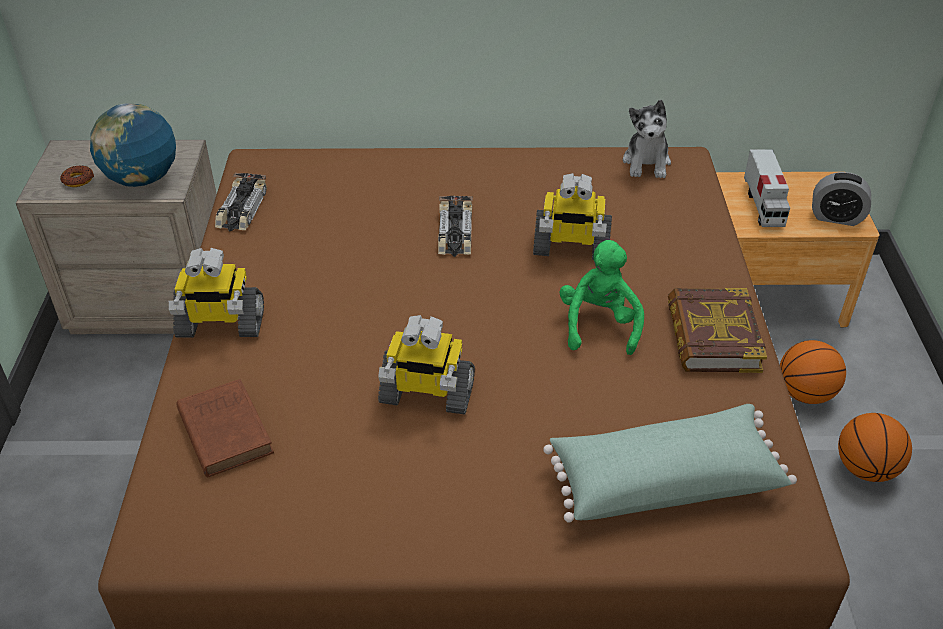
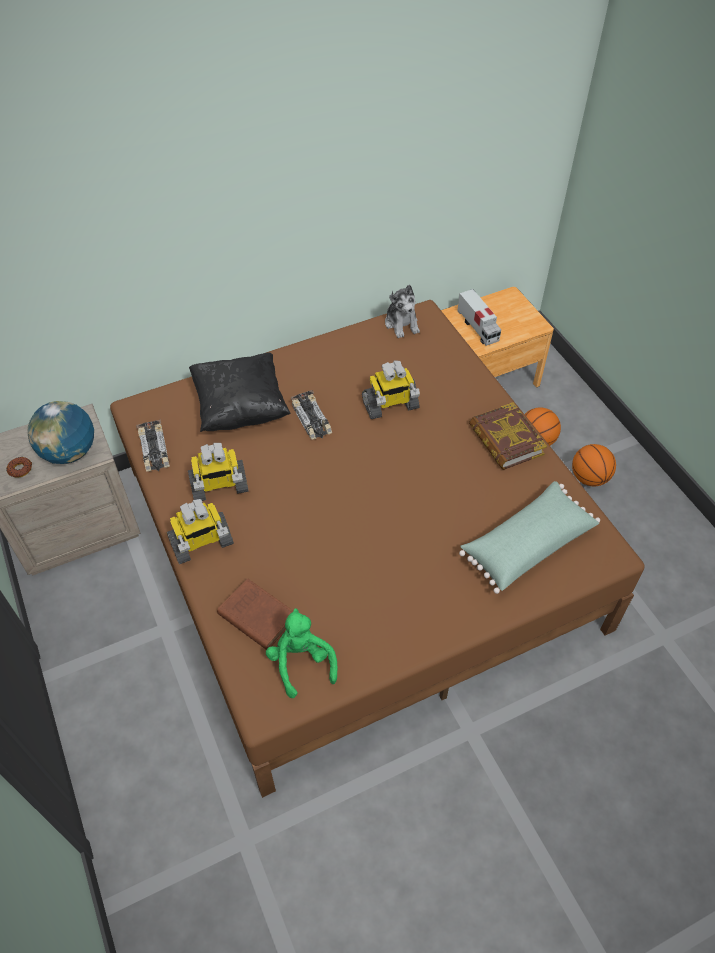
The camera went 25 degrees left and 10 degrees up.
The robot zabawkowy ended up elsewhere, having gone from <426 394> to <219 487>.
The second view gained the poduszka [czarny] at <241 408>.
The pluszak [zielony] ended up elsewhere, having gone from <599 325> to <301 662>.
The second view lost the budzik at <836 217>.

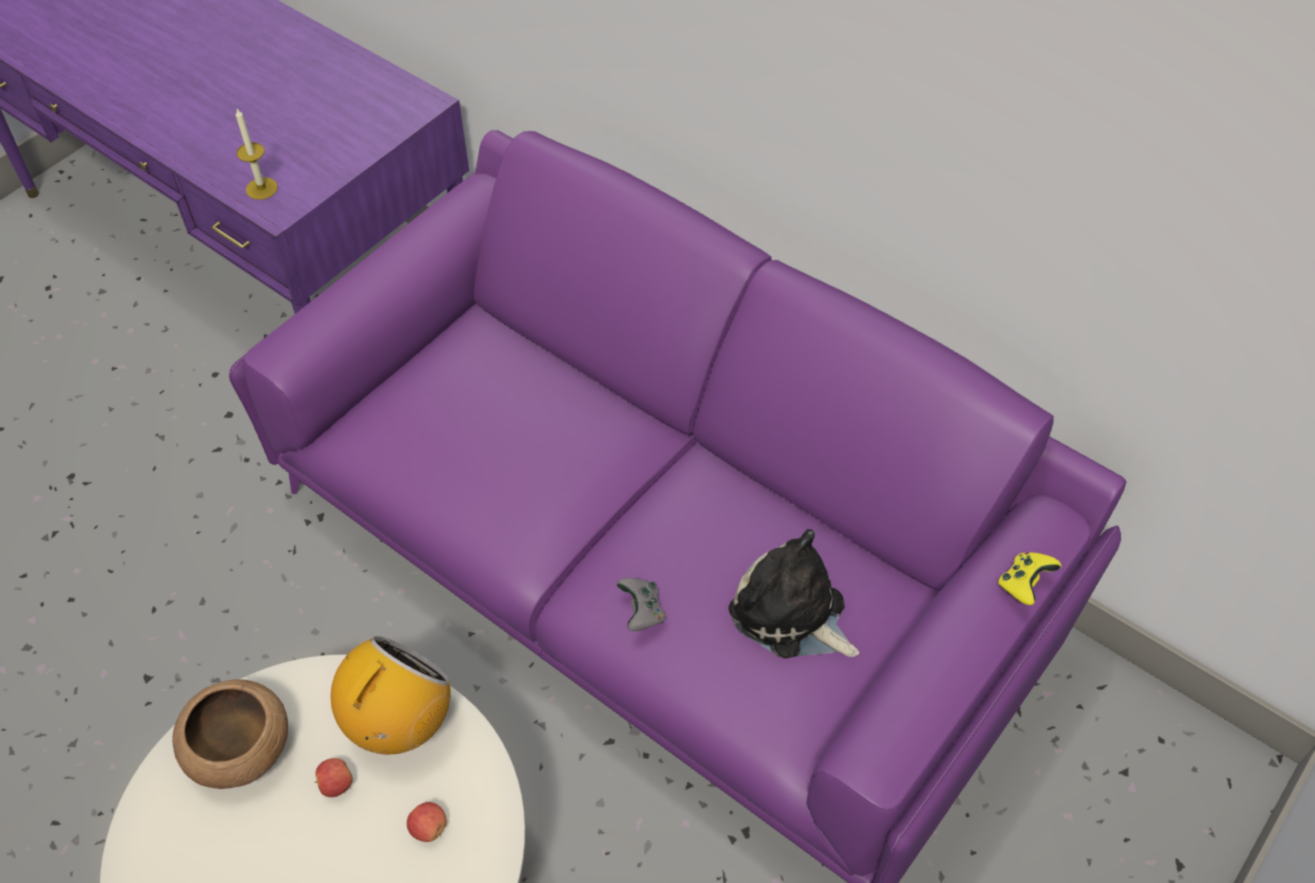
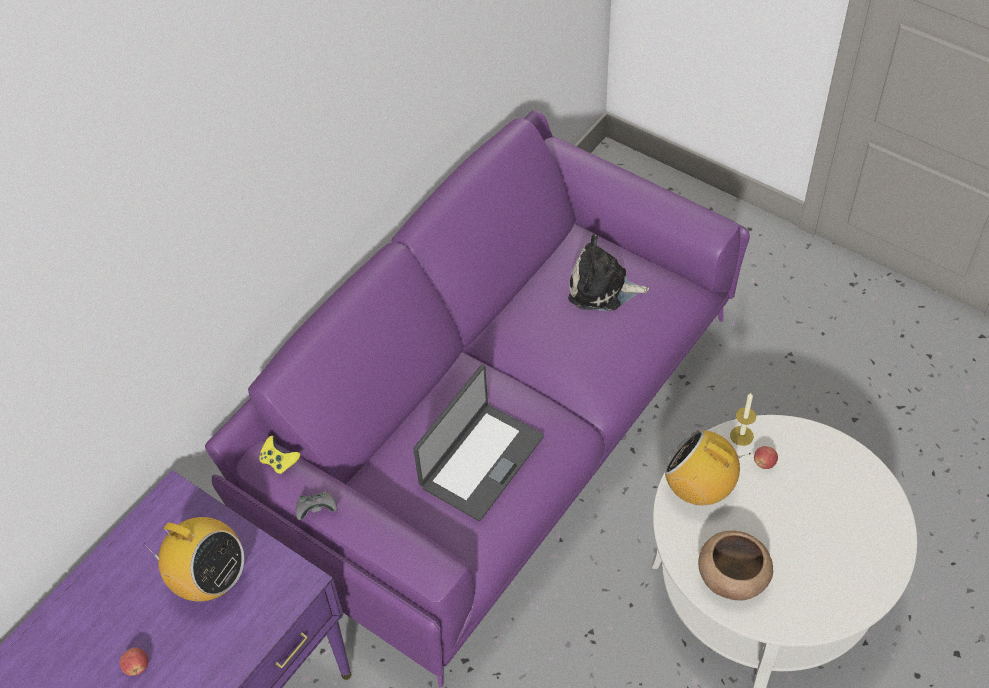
The camera went 90 degrees left and 0 degrees up.
The jabłko ended up elsewhere, having gone from <336 784> to <137 667>.
The second view gained the radio at <209 579>.
The pad do gier [żółty] ended up elsewhere, having gone from <1024 584> to <279 461>.
The pad do gier [szary] ended up elsewhere, having gone from <641 612> to <317 510>.
The second view gained the laptop at <480 461>.
The pluszak at <791 614> ended up facing another way, 60 degrees clockwise from before.
The świeca ended up elsewhere, having gone from <261 188> to <741 435>.

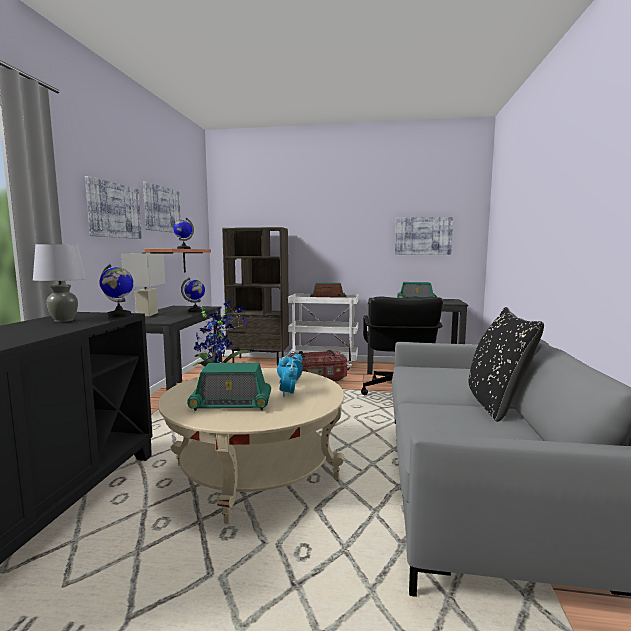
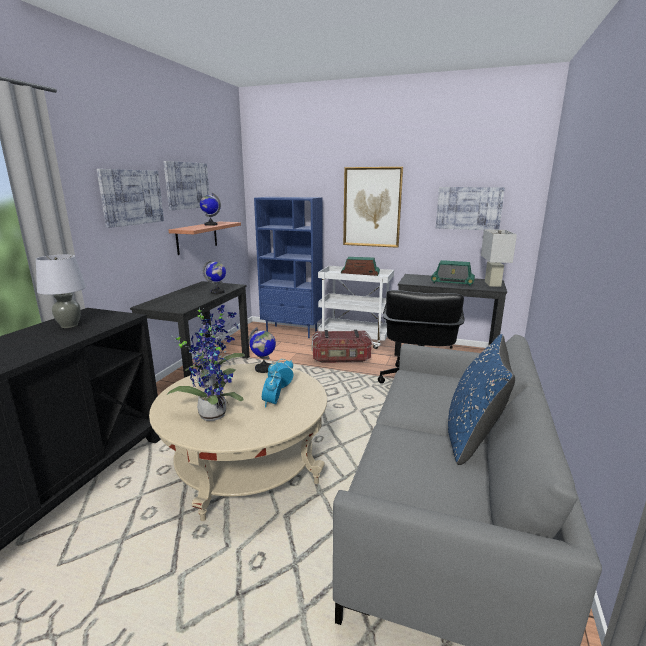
The camera went 10 degrees right and 10 degrees up.
Where the radio stood at <231 404>, the roślina doniczkowa came to stand at <213 413>.
The globus ended up elsewhere, having gone from <119 315> to <264 369>.
What was the regał [brązowy] at <259 361> turned into the regał [niebieski] at <292 331>.
The second view gained the obraz at <372 207>.
What was the poduszka [czarny] at <496 403> turned into the poduszka [niebieski] at <472 437>.
The lampa stołowa [biały] ended up elsewhere, having gone from <147 314> to <492 284>.

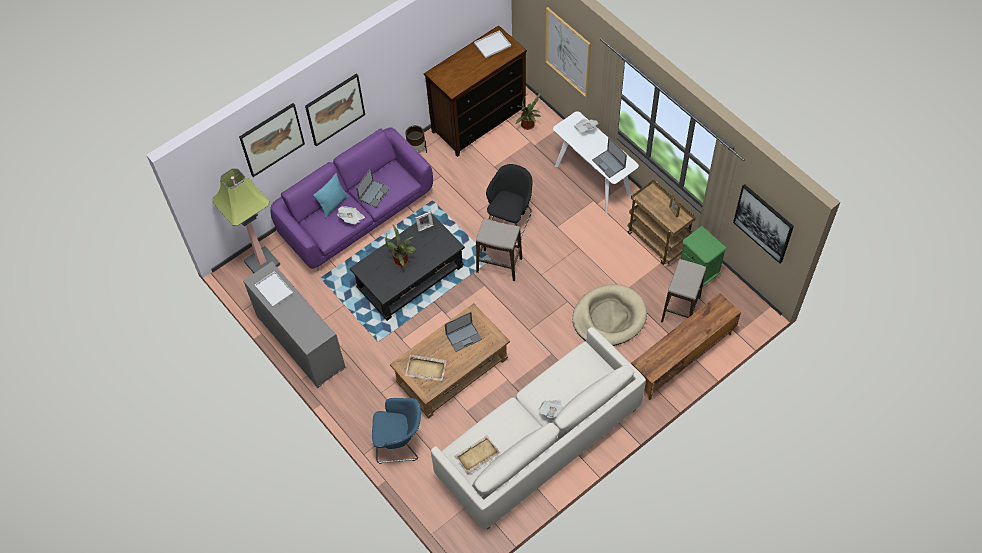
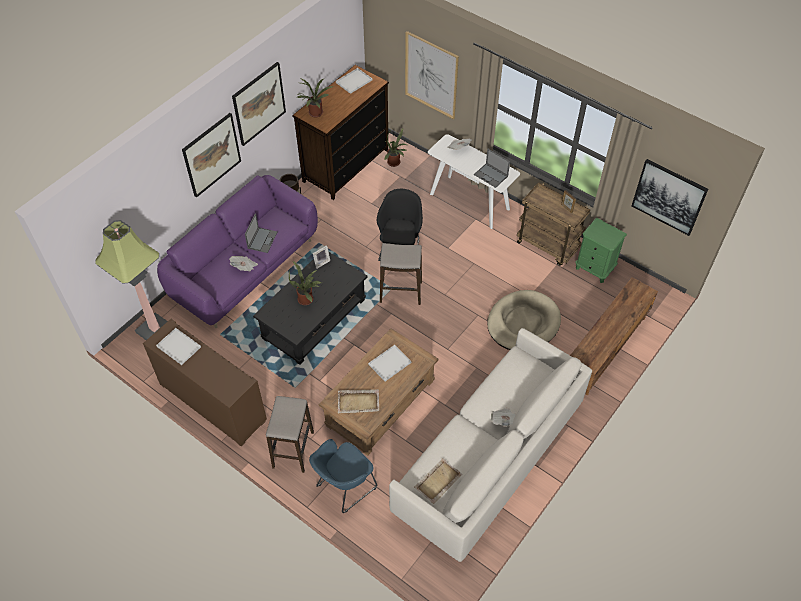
The camera went 15 degrees left and 5 degrees down.
What was the szafka [szary] at <300 342> turned into the szafka [brązowy] at <212 402>.
The obraz ended up elsewhere, having gone from <272 139> to <259 103>.
The stołek ended up elsewhere, having gone from <681 309> to <293 449>.
The second view gained the roślina doniczkowa at <315 114>.
The fotel [niebieski] at <400 443> ended up facing another way, 150 degrees clockwise from before.
Where the laptop stood at <464 336>, the taca [biały] came to stand at <390 362>.
The second view lost the poduszka [turkusowy] at <333 205>.

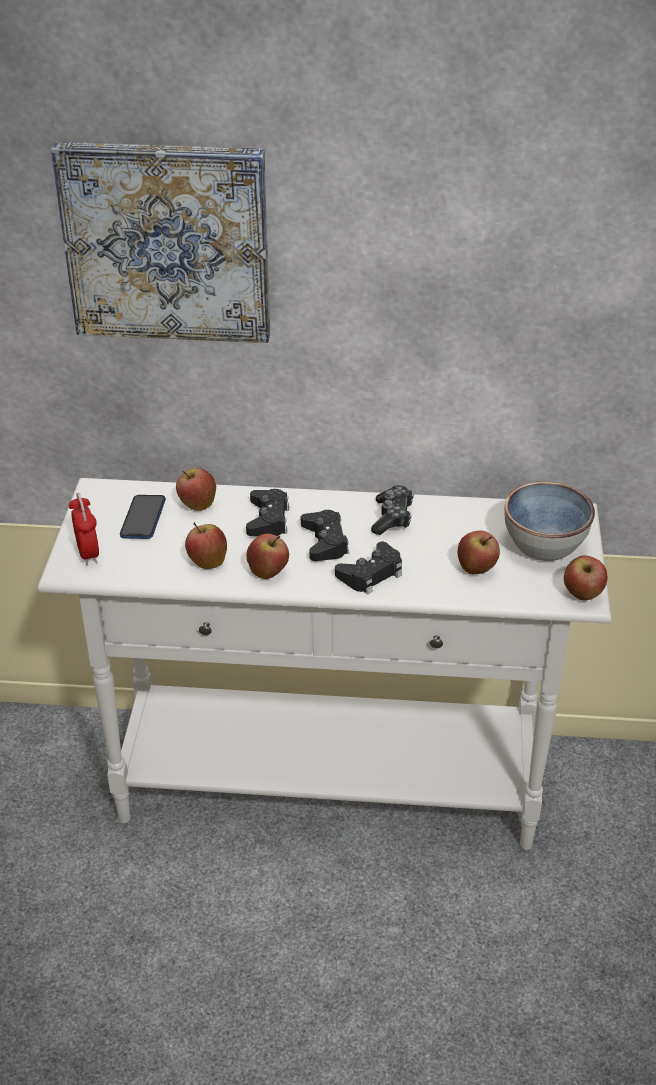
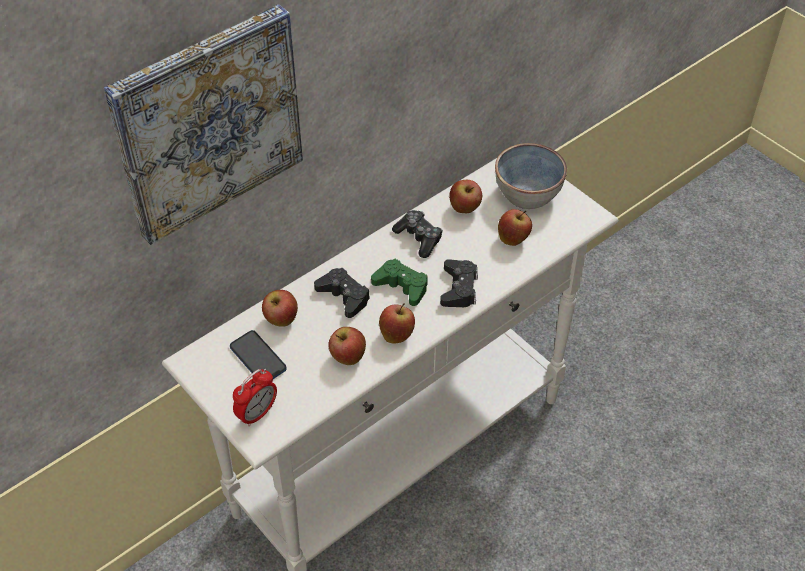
The camera went 45 degrees left and 10 degrees up.
The budzik at <88 553> ended up facing another way, 105 degrees clockwise from before.
What was the pad do gier [czarny] at <325 542> turned into the pad do gier [zielony] at <402 286>.
The jabłko ended up elsewhere, having gone from <582 595> to <465 209>.

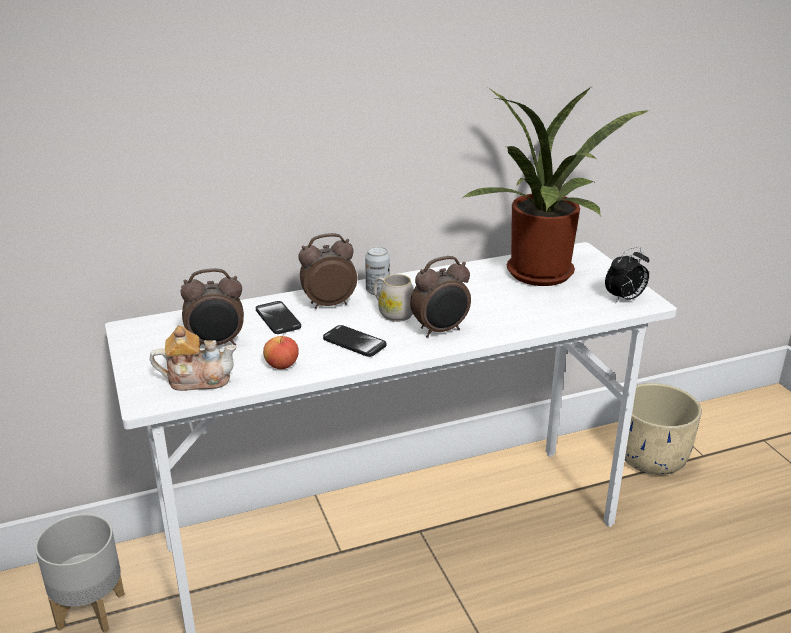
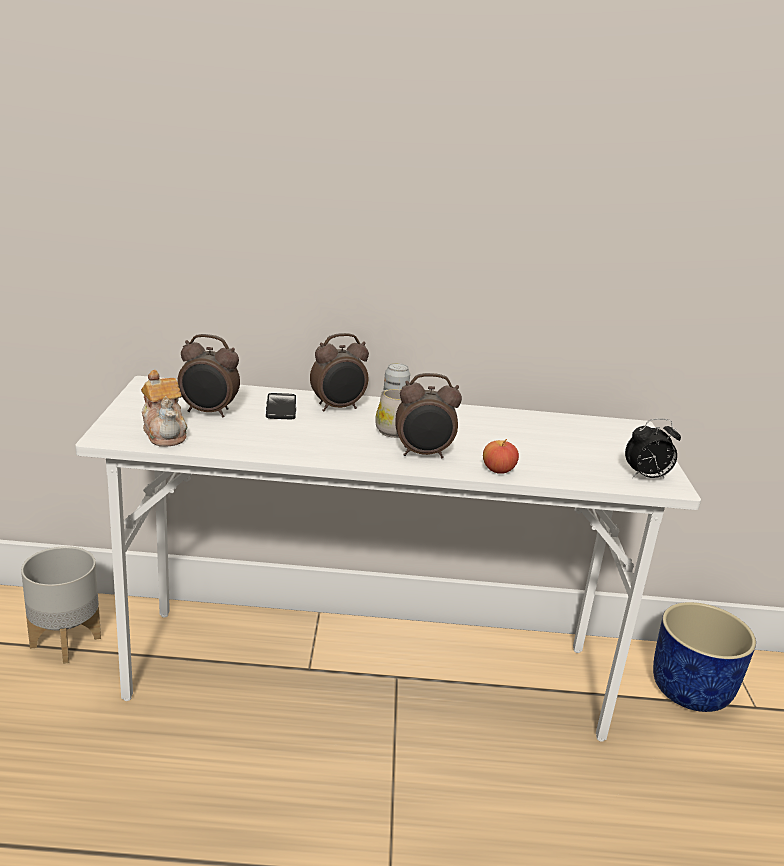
The camera went 20 degrees right and 5 degrees down.
The imbryk at <197 379> ended up facing another way, 45 degrees clockwise from before.
The budzik at <328 304> ended up facing another way, 150 degrees clockwise from before.
The jabłko ended up elsewhere, having gone from <282 365> to <498 470>.
What was the donica [beżowy] at <652 458> turned into the donica [niebieski] at <692 690>.
The second view lost the telefon at <354 342>.
The second view lost the roślina doniczkowa at <542 277>.

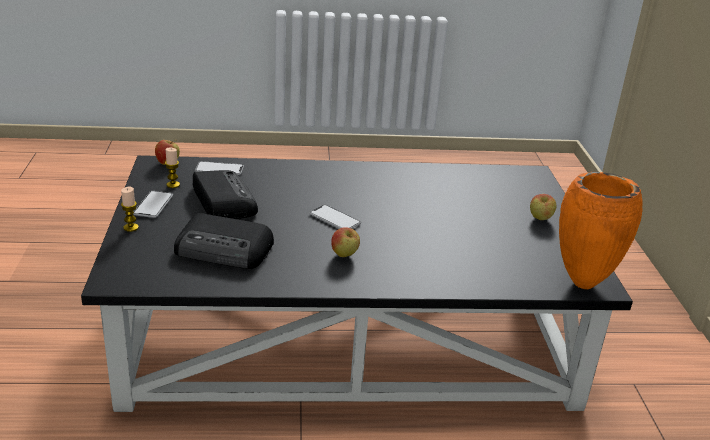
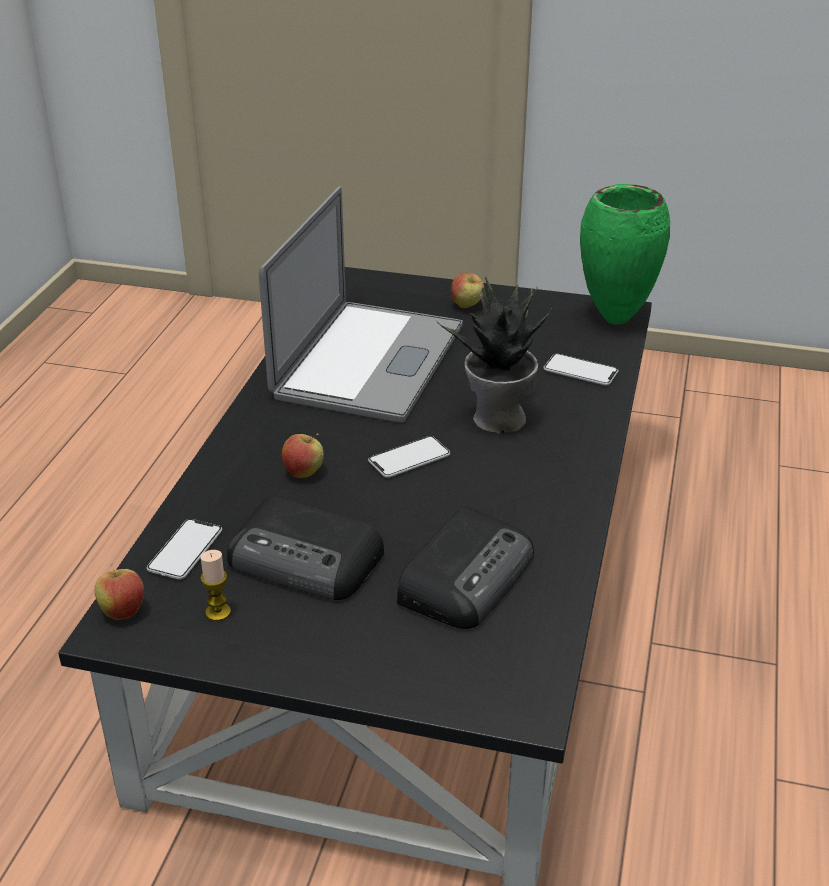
The camera went 70 degrees left and 5 degrees up.
The radio at <223 201> ended up facing another way, 150 degrees counterclockwise from before.
The second view gained the laptop at <369 361>.
The jabłko ended up elsewhere, having gone from <344 255> to <304 473>.
The second view gained the roślina doniczkowa at <497 419>.
The telefon ended up elsewhere, having gone from <153 205> to <580 371>.
What was the wazon [pomarańczowy] at <582 283> turned into the wazon [zielony] at <613 319>.
The second view lost the świeca at <131 227>.

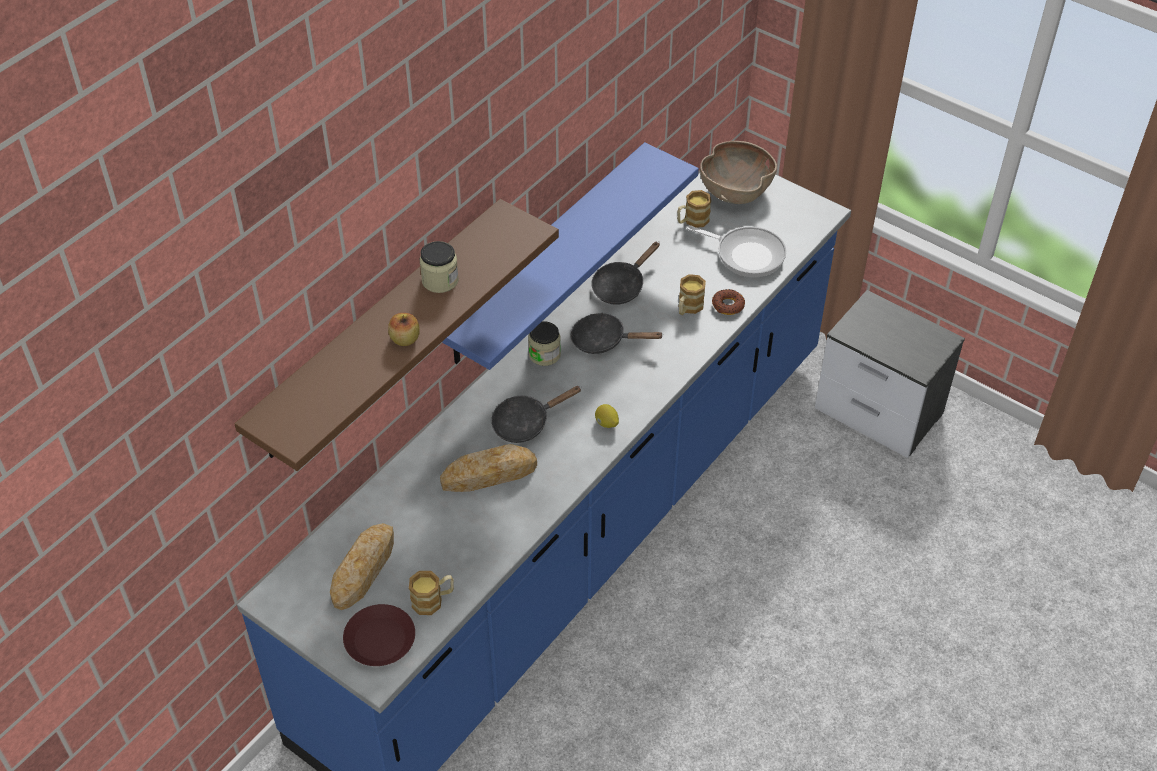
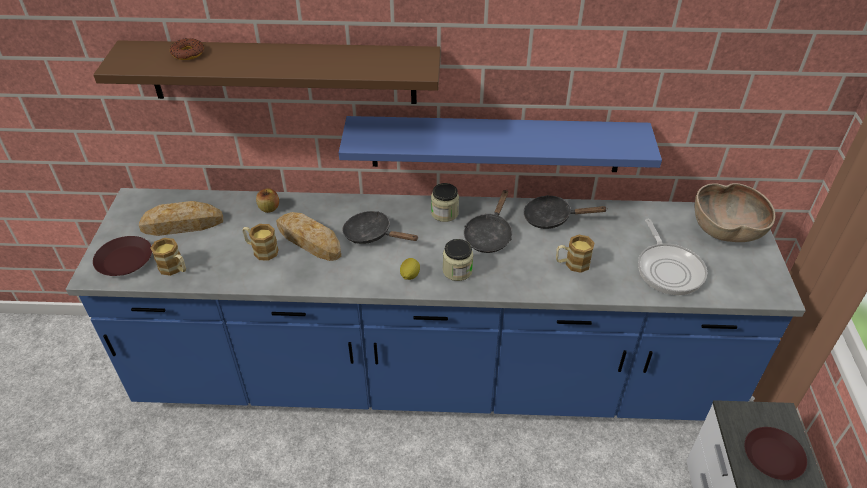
The camera went 55 degrees right and 5 degrees down.
The donut ended up elsewhere, having gone from <728 305> to <188 53>.
The kubek ended up elsewhere, having gone from <692 221> to <261 250>.
The jabłko ended up elsewhere, having gone from <405 339> to <269 208>.
The słoik ended up elsewhere, having gone from <440 280> to <457 270>.
The patelnia [czarny] at <604 340> ended up facing another way, 135 degrees counterclockwise from before.
The second view gained the talerz [brązowy] at <772 456>.

